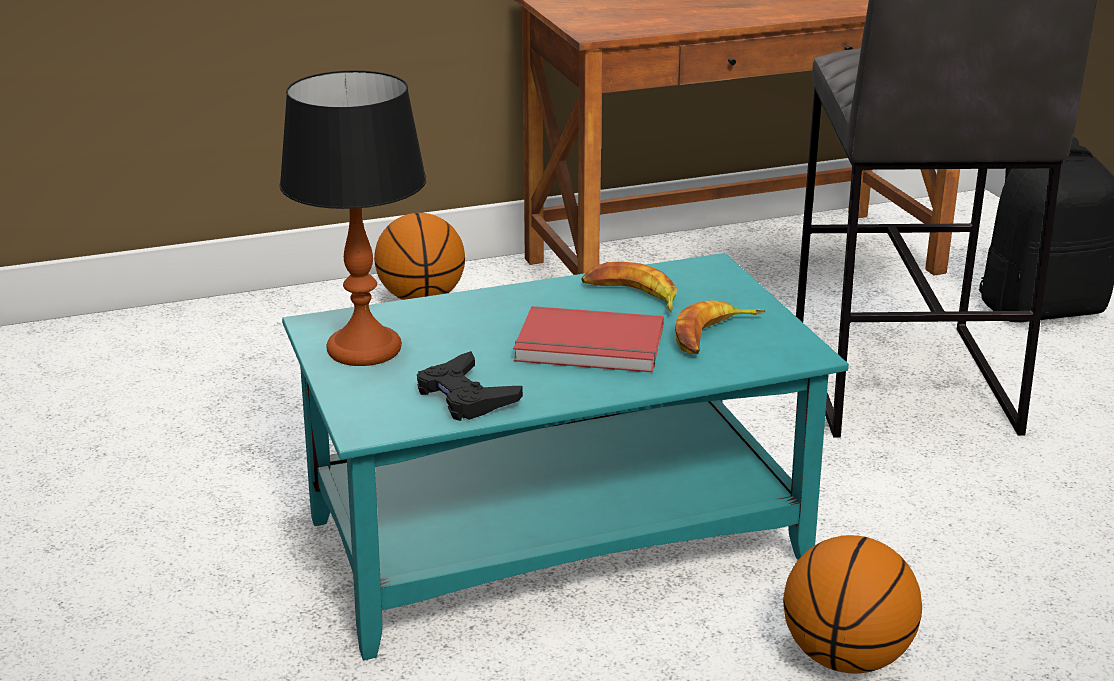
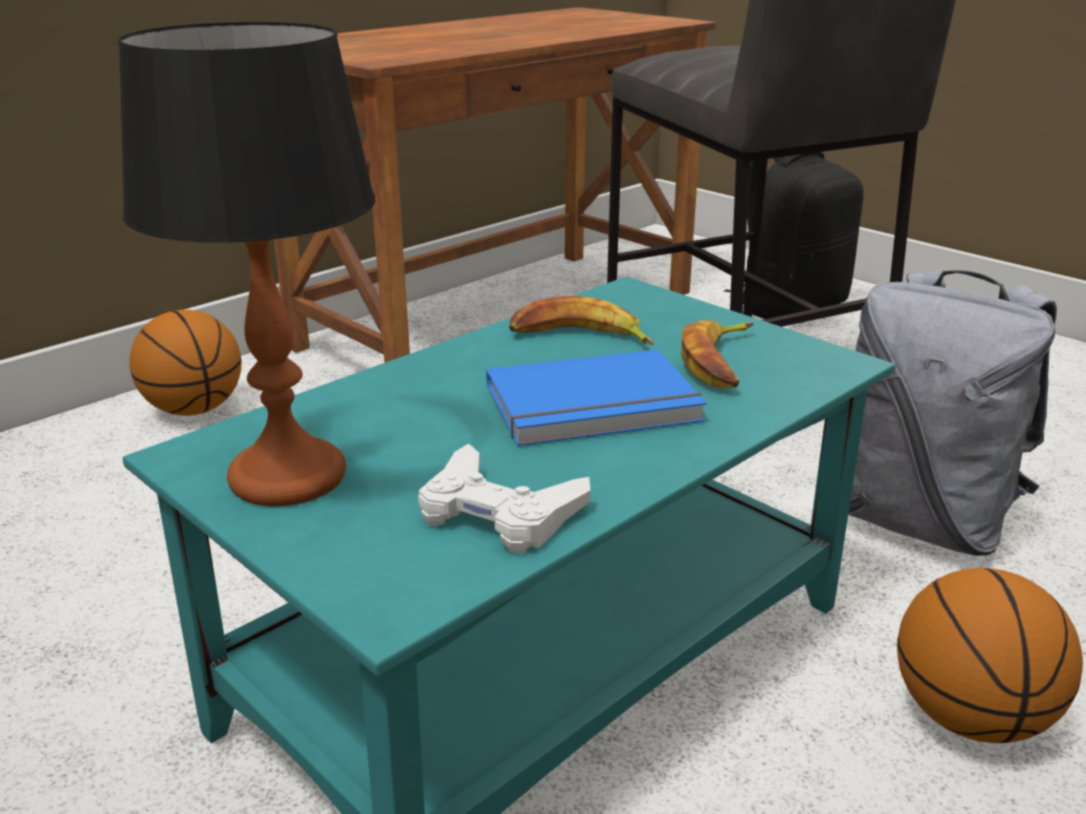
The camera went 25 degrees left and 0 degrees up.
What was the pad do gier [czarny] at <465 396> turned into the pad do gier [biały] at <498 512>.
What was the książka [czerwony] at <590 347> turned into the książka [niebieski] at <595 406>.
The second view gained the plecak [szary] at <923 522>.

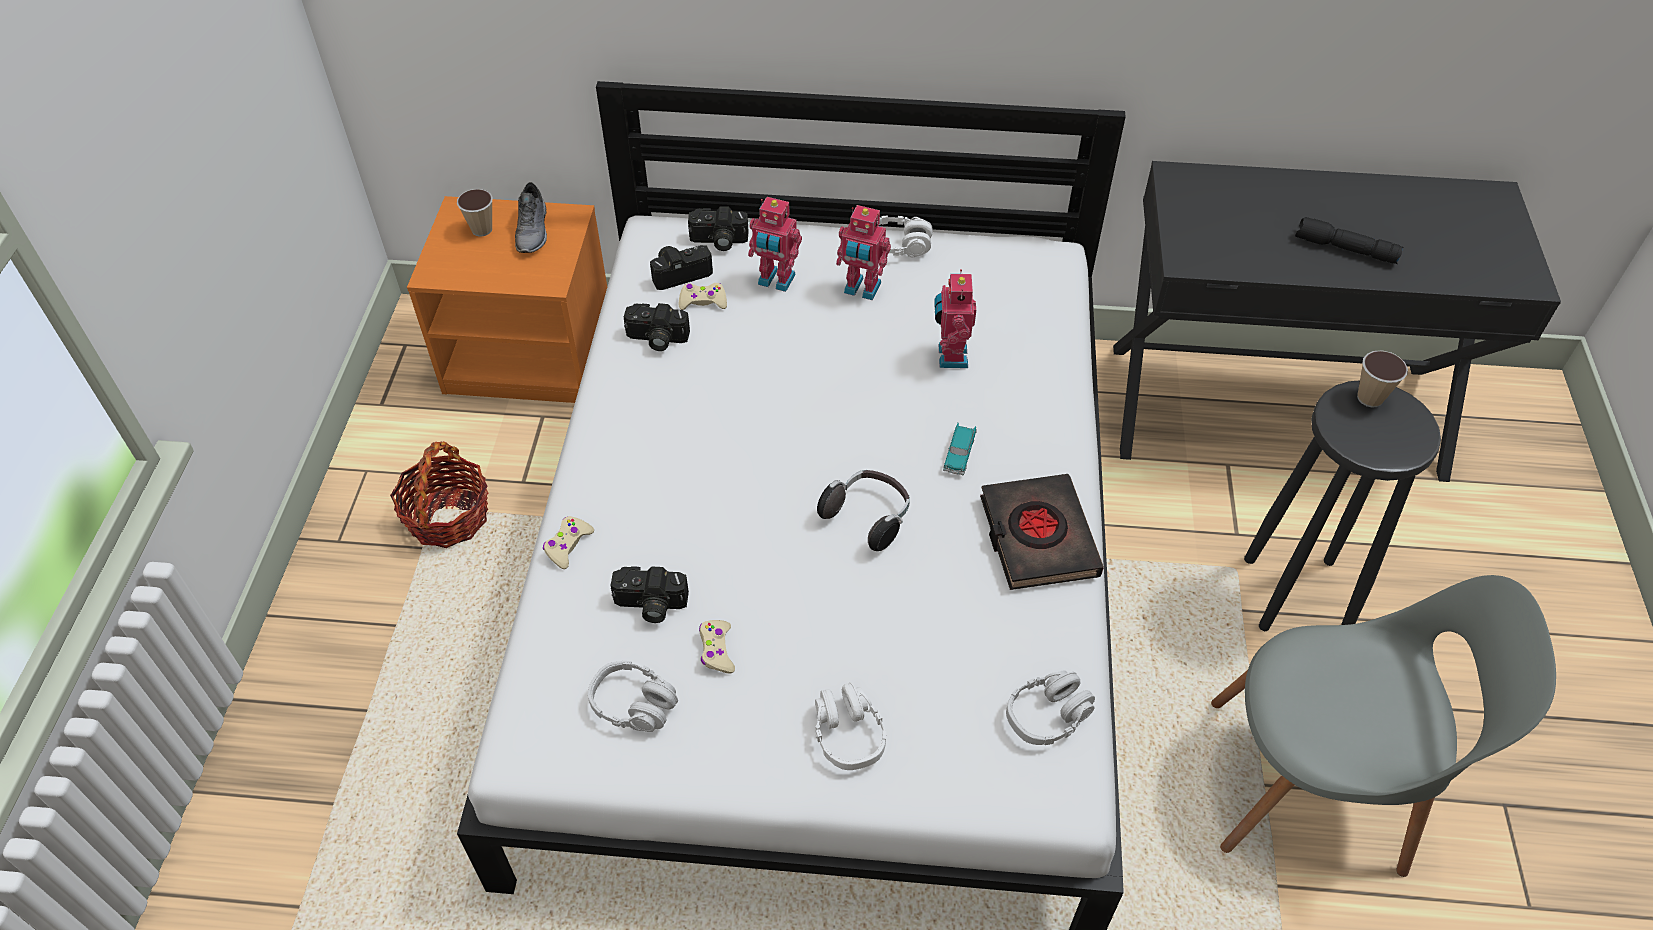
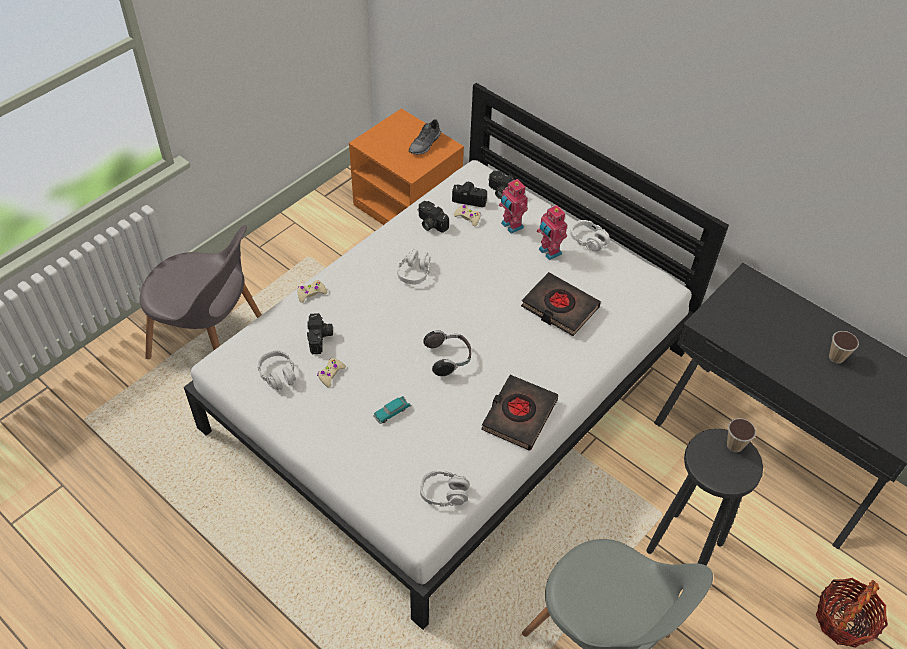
The camera went 35 degrees right and 0 degrees up.
The second view gained the krzesło [szary] at <210 339>.
The aparat fotograficzny at <650 605> ended up facing another way, 135 degrees counterclockwise from before.
The samochodzik ended up elsewhere, having gone from <959 453> to <391 412>.
The słuchawki [biały] ended up elsewhere, having gone from <848 734> to <414 272>.
Where the robot zabawkowy stood at <950 356>, the książka [czarny] came to stand at <559 307>.
The koszyk ended up elsewhere, having gone from <448 517> to <843 620>.
The filiżanka ended up elsewhere, having gone from <482 229> to <836 357>.
The second view lost the latarka [czarny] at <1344 249>.

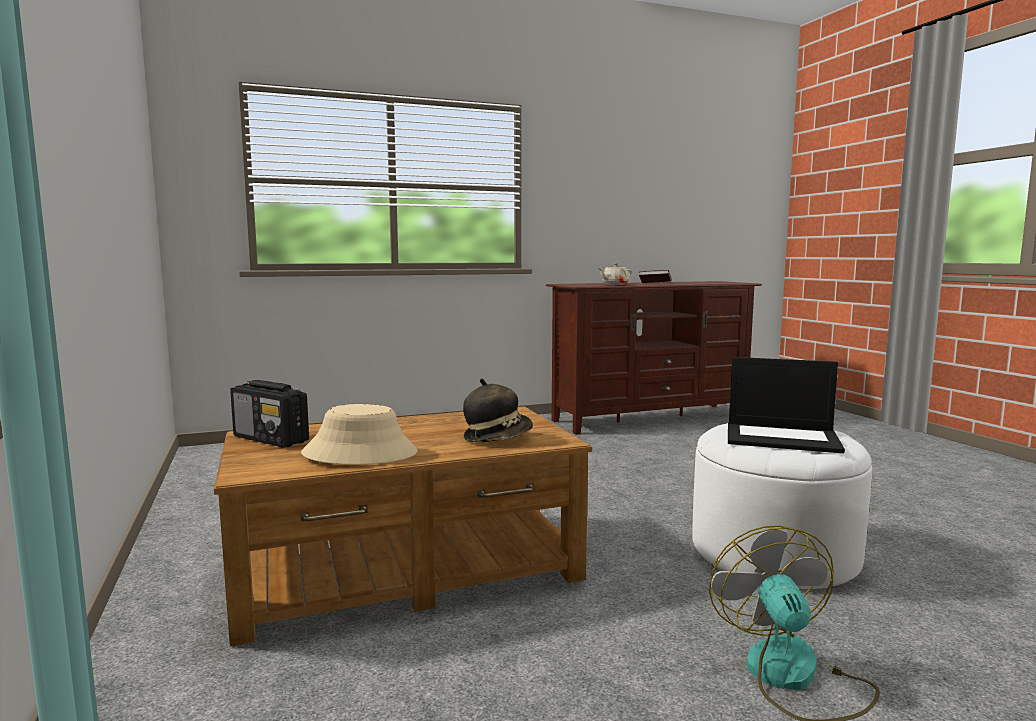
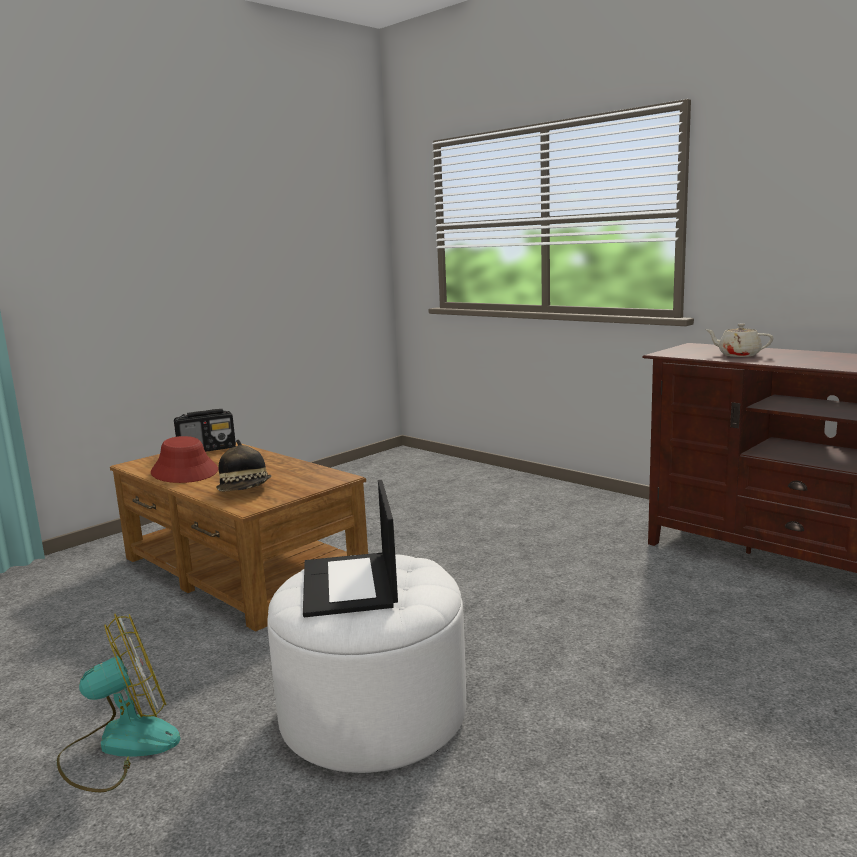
The camera went 65 degrees right and 5 degrees up.
What was the kapelusz [beżowy] at <360 453> turned into the kapelusz [czerwony] at <185 472>.
The radio at <271 439> ended up facing another way, 120 degrees counterclockwise from before.
The second view lost the książka at <654 283>.

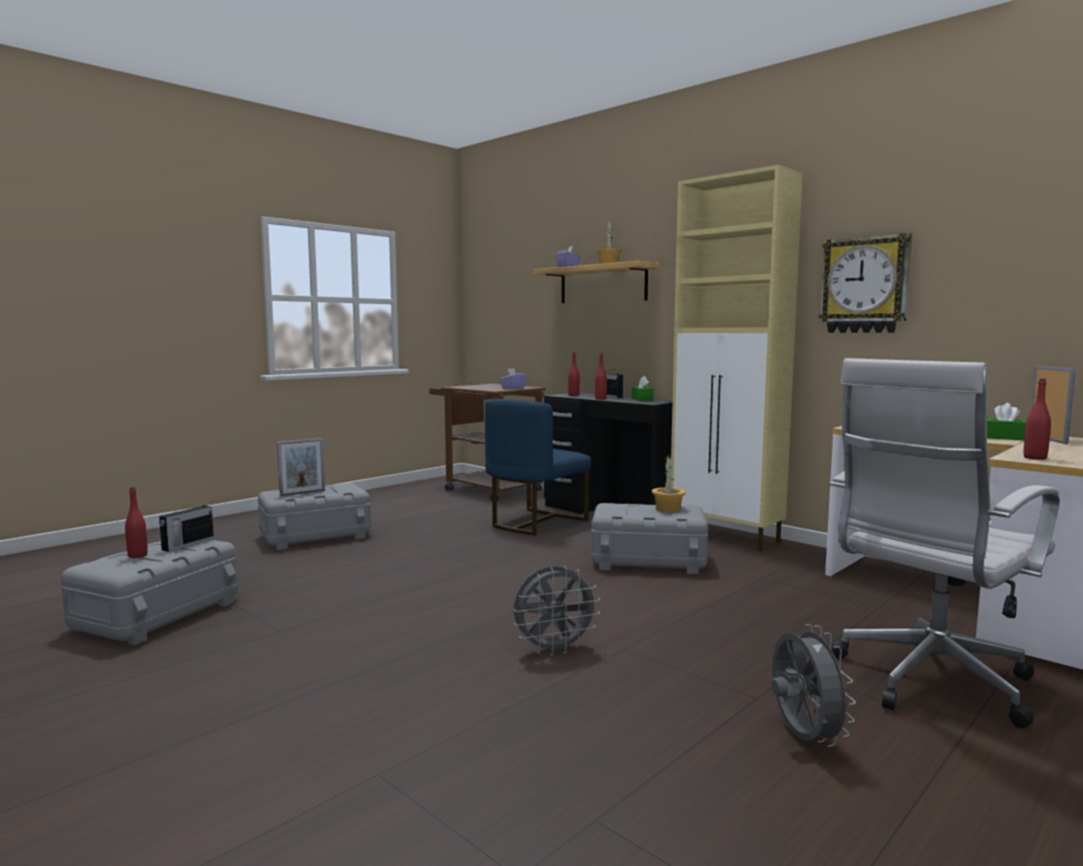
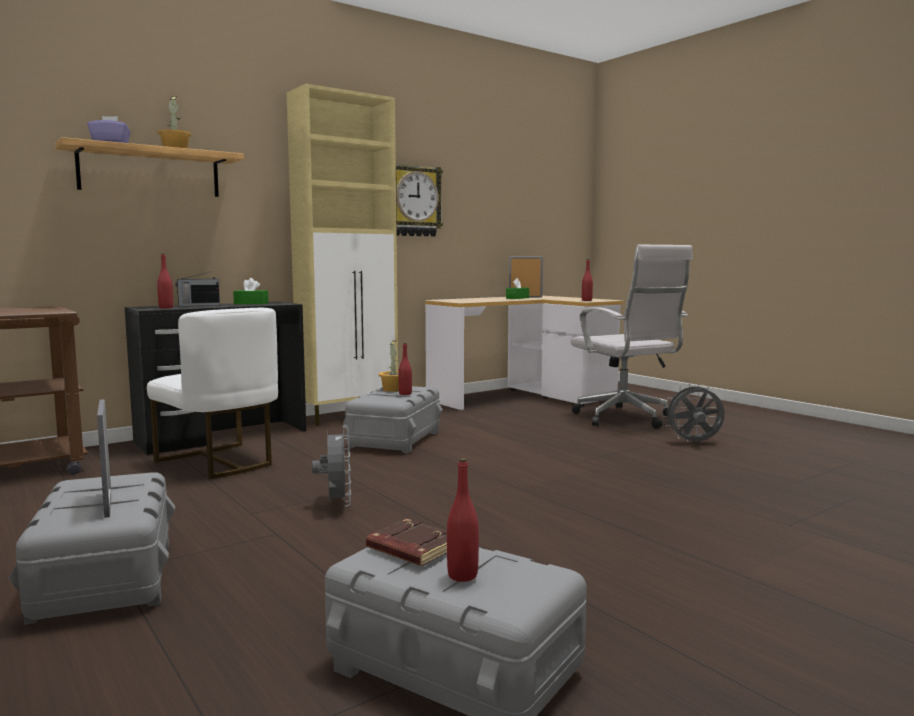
The camera went 80 degrees left and 0 degrees up.
What was the krzesło [niebieski] at <535 522> turned into the krzesło [biały] at <219 462>.
The wentylator [szary] ended up elsewhere, having gone from <554 650> to <336 504>.
Where the radio stood at <187 544>, the książka [brązowy] came to stand at <411 549>.
The butelka [czerwony] ended up elsewhere, having gone from <600 399> to <405 394>.
The second view lost the pudełko chusteczek [fioletowy] at <513 388>.

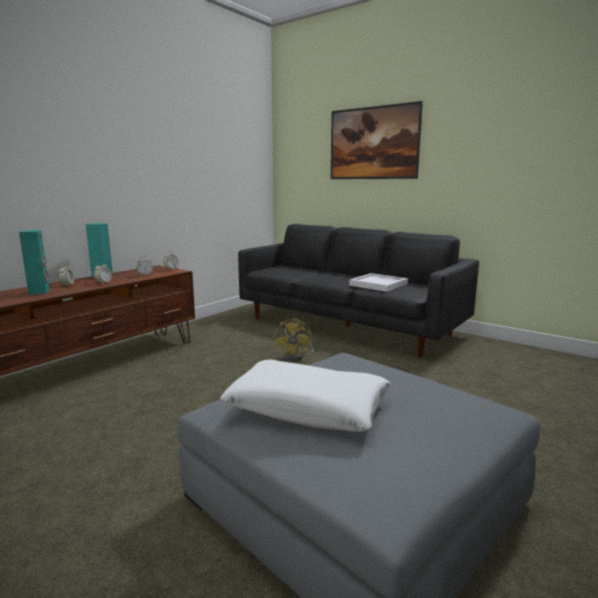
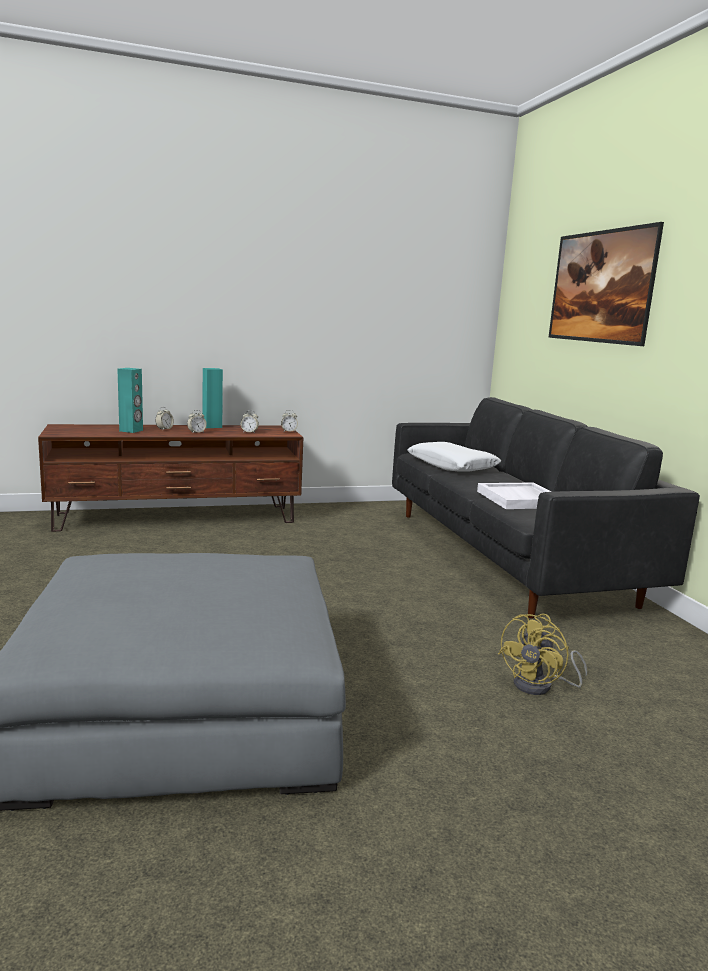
The camera went 35 degrees right and 0 degrees up.
The poduszka [biały] ended up elsewhere, having gone from <307 408> to <452 466>.
The wentylator [żółty] ended up elsewhere, having gone from <296 357> to <540 686>.

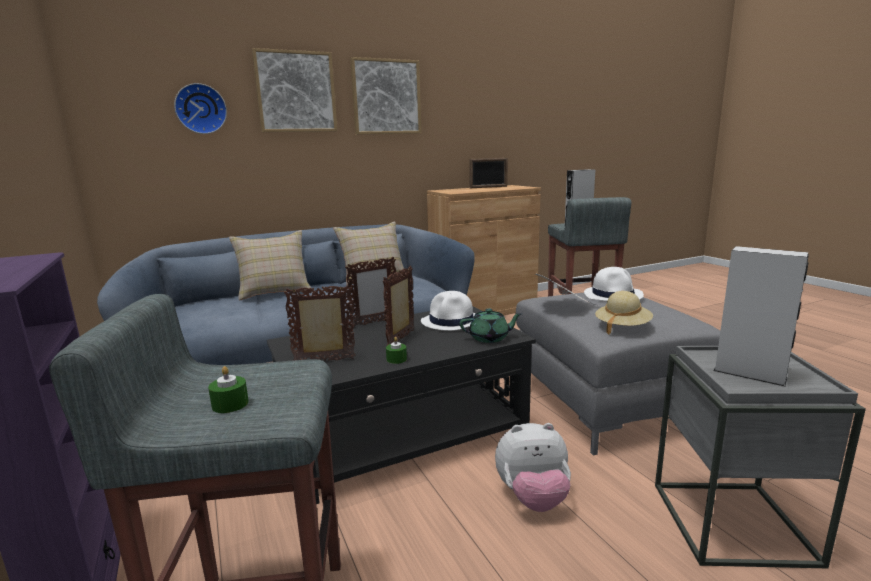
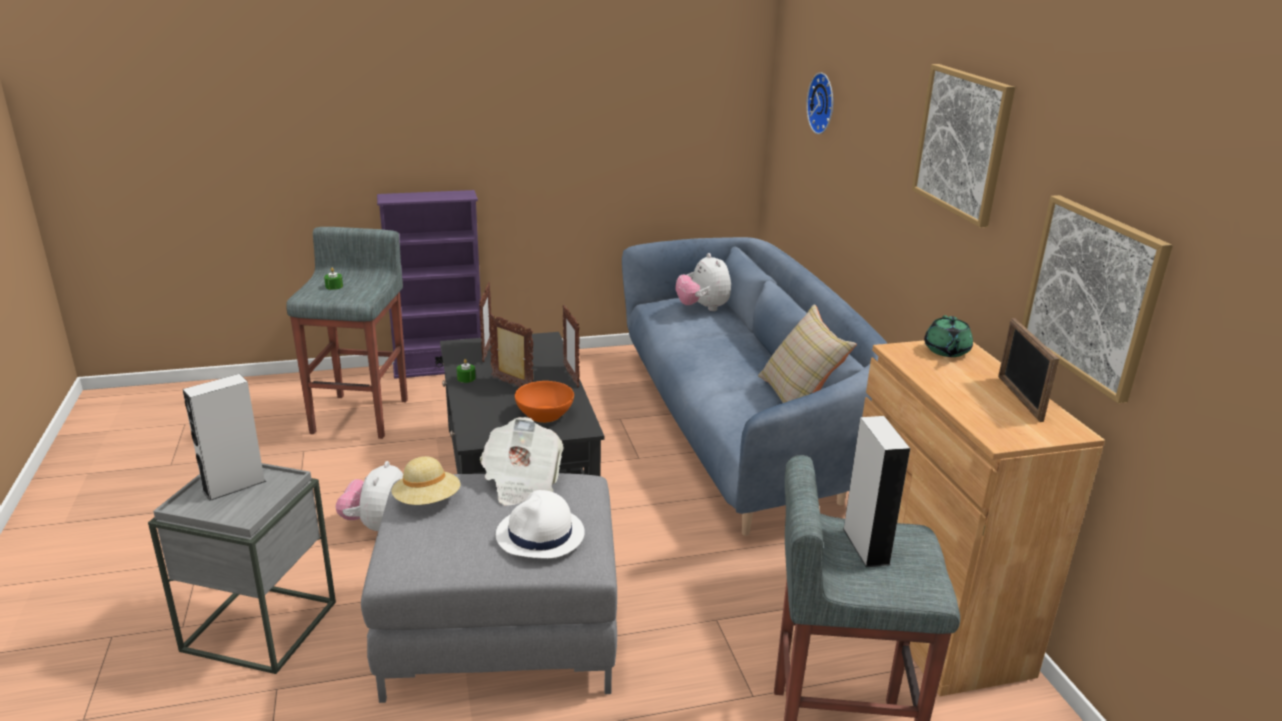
The camera went 100 degrees right and 10 degrees up.
Where the kapelusz [biały] stood at <451 321>, the miska [pomarańczowy] came to stand at <544 414>.
The second view gained the pluszak at <703 308>.
The imbryk [zielony] ended up elsewhere, having gone from <490 338> to <946 351>.
The obraz ended up elsewhere, having gone from <296 92> to <1092 295>.
The second view lost the poduszka [beżowy] at <275 292>.

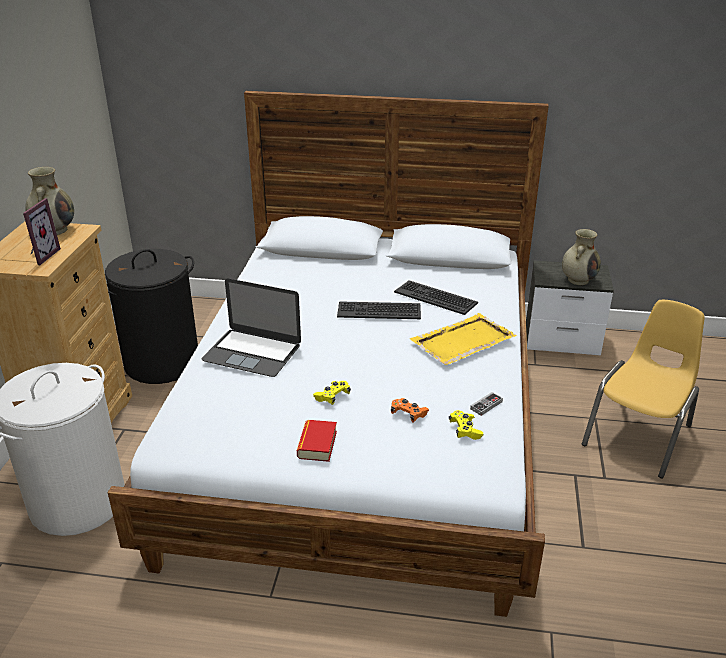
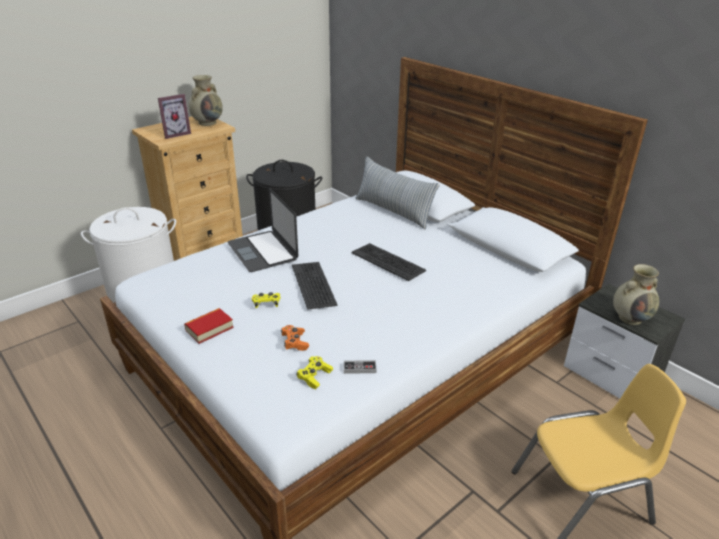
The camera went 40 degrees right and 0 degrees up.
The klawiatura ended up elsewhere, having gone from <436 298> to <314 285>.
The second view gained the poduszka at <393 211>.
The second view lost the taca [żółty] at <462 342>.

